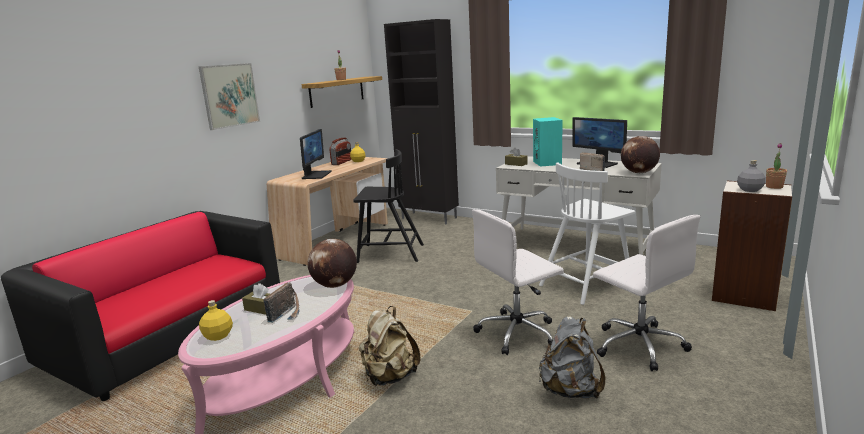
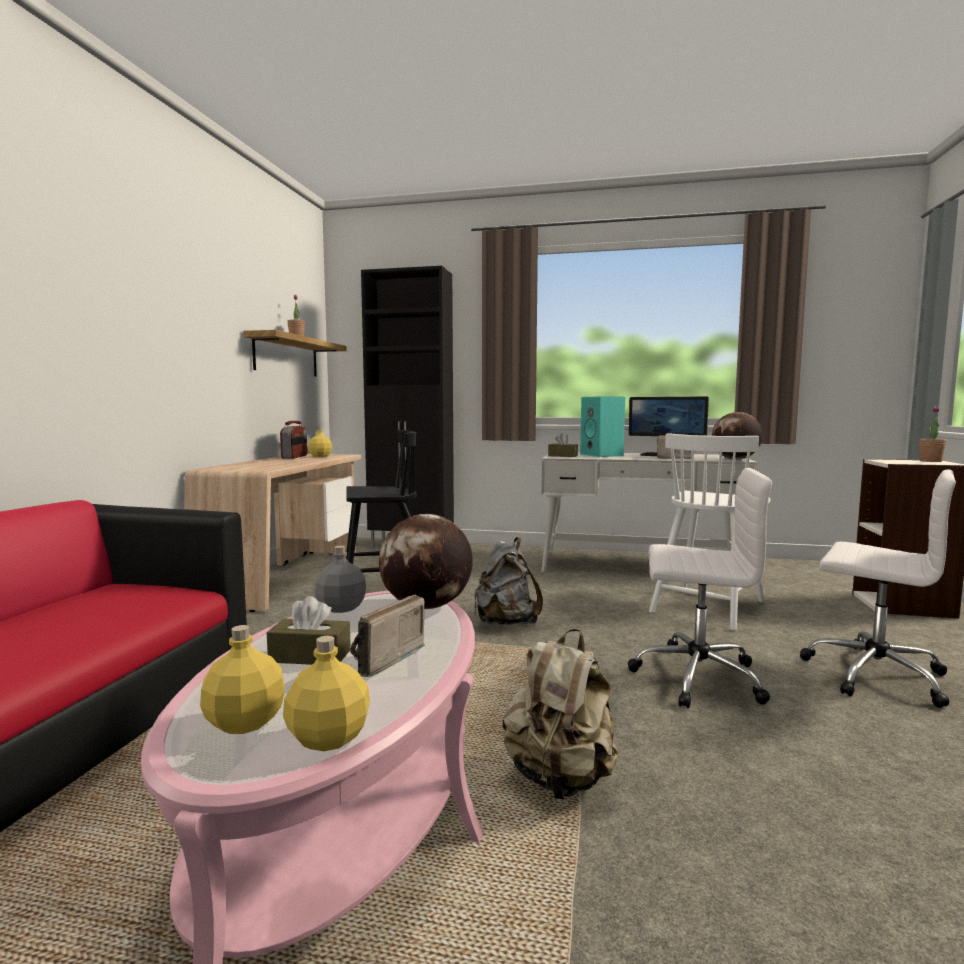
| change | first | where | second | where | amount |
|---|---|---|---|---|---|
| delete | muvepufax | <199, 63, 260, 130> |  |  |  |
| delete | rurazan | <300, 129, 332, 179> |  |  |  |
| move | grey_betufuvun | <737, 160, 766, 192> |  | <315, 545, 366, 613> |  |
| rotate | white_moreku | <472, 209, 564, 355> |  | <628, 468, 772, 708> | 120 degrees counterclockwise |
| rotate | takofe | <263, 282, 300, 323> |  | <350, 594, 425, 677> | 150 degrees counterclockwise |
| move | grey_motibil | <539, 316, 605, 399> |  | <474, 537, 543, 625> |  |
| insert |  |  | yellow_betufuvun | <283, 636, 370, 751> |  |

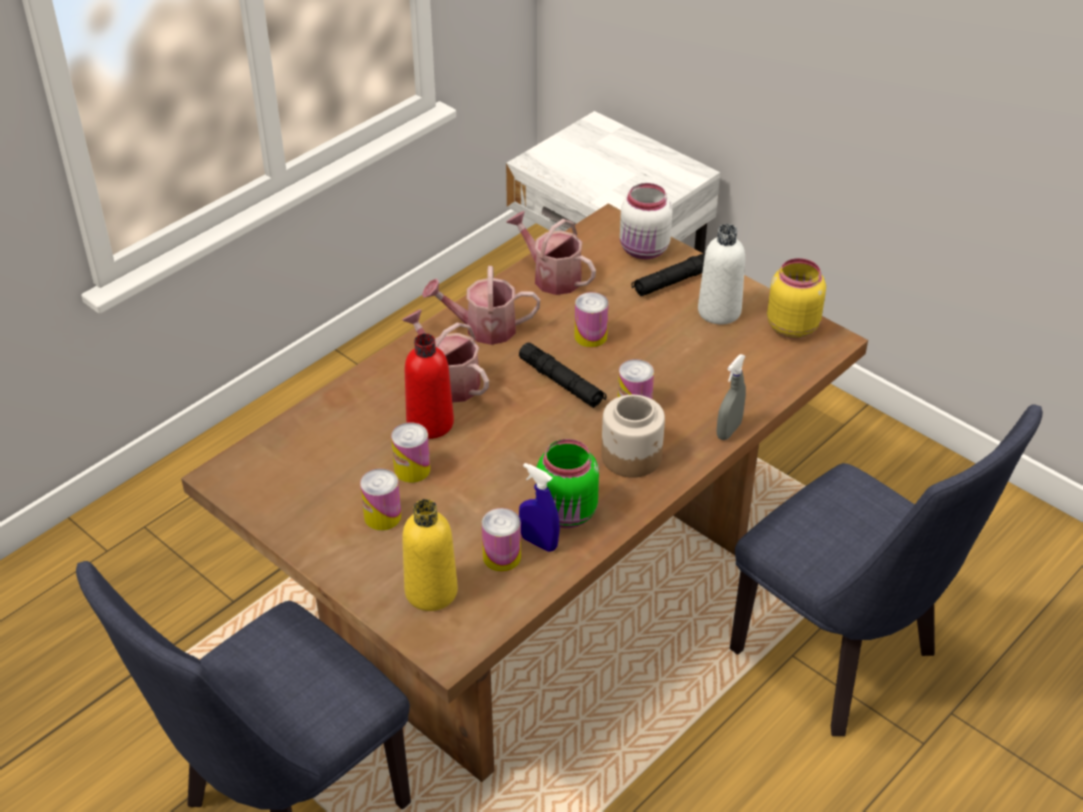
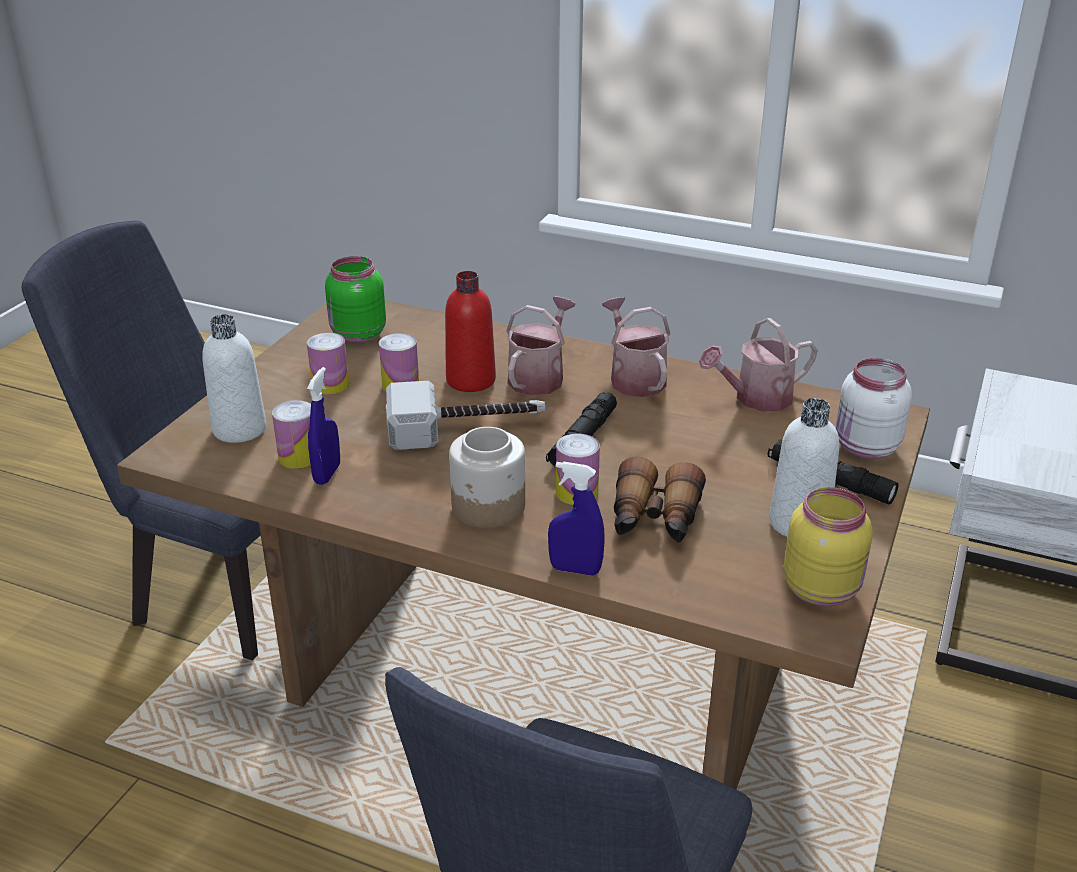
| change | first | where | second | where | amount |
|---|---|---|---|---|---|
| rotate | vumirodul | <506, 211, 596, 295> |  | <699, 318, 818, 412> | 135 degrees counterclockwise |
| delete | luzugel | <575, 292, 609, 348> |  |  |  |
| recolor | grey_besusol | <717, 354, 746, 440> | blue_besusol | <548, 462, 605, 576> |  |
| move | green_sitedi | <536, 439, 599, 528> |  | <325, 256, 386, 343> |  |
| recolor | yellow_betufuvun | <402, 499, 458, 611> | white_betufuvun | <202, 314, 266, 443> |  |
| insert |  |  | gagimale | <386, 381, 545, 449> |  |
| insert |  |  | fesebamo | <614, 457, 706, 542> |  |

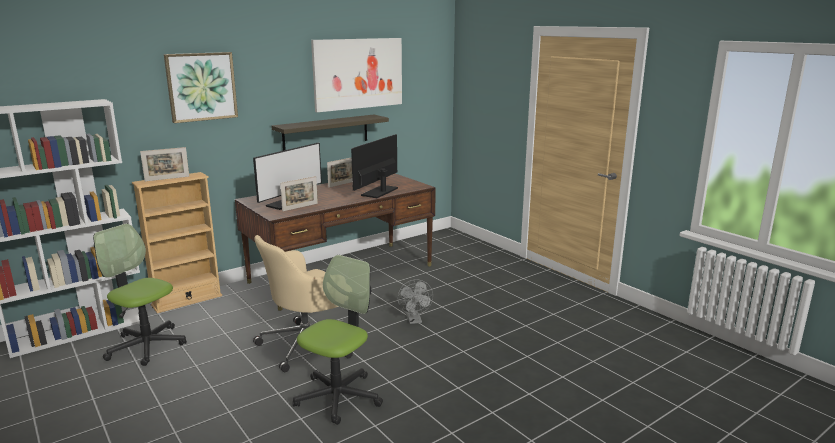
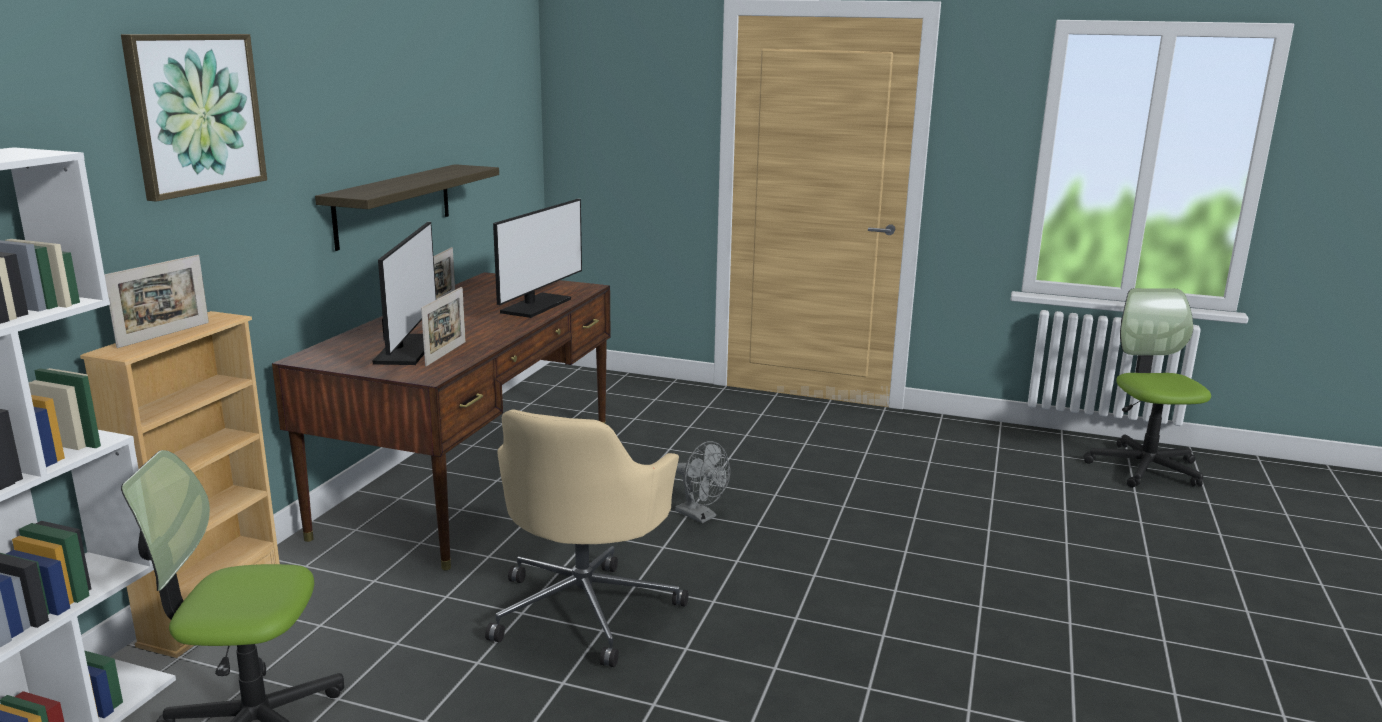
| change | first | where | second | where | amount |
|---|---|---|---|---|---|
| delete | muvepufax | <311, 38, 402, 112> |  |  |  |
| rotate | rurazan | <351, 134, 398, 198> |  | <493, 199, 582, 318> | 150 degrees counterclockwise |
| move | moreku | <293, 255, 383, 425> |  | <1083, 288, 1211, 488> |  |

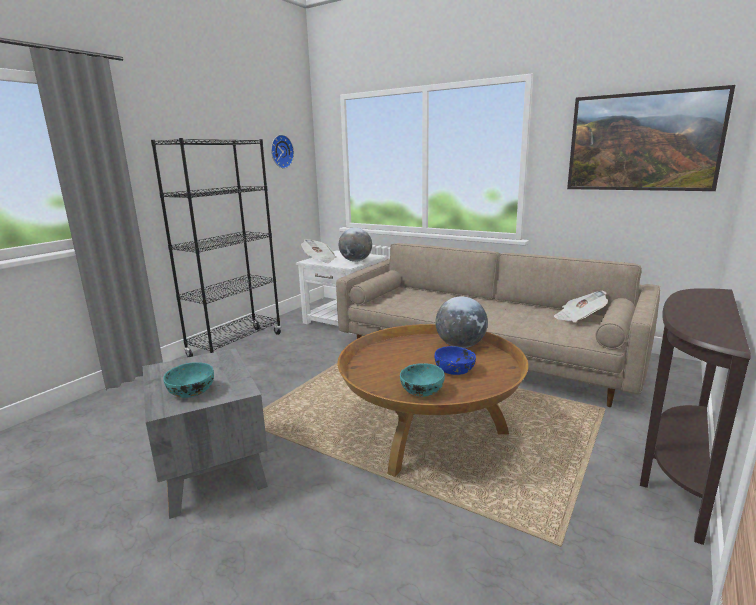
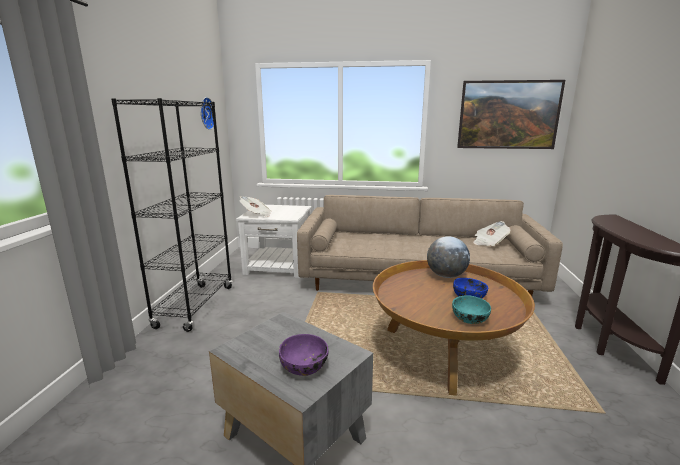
| change | first | where | second | where | amount |
|---|---|---|---|---|---|
| delete | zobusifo | <339, 228, 372, 262> |  |  |  |
| recolor | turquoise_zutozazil | <163, 362, 214, 398> | purple_zutozazil | <279, 334, 328, 376> |  |

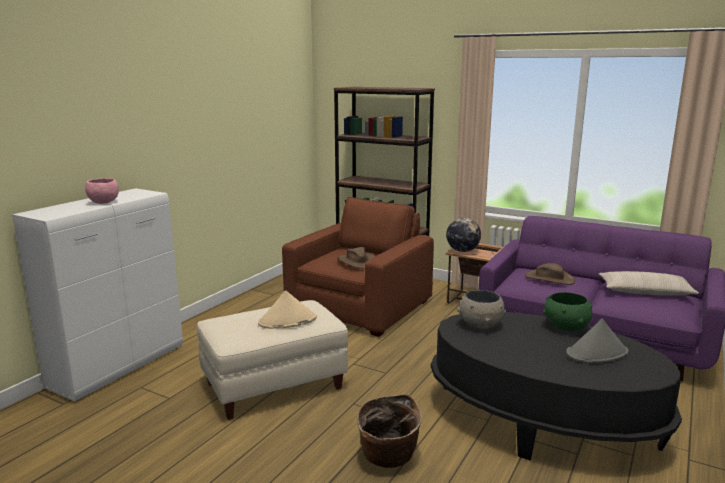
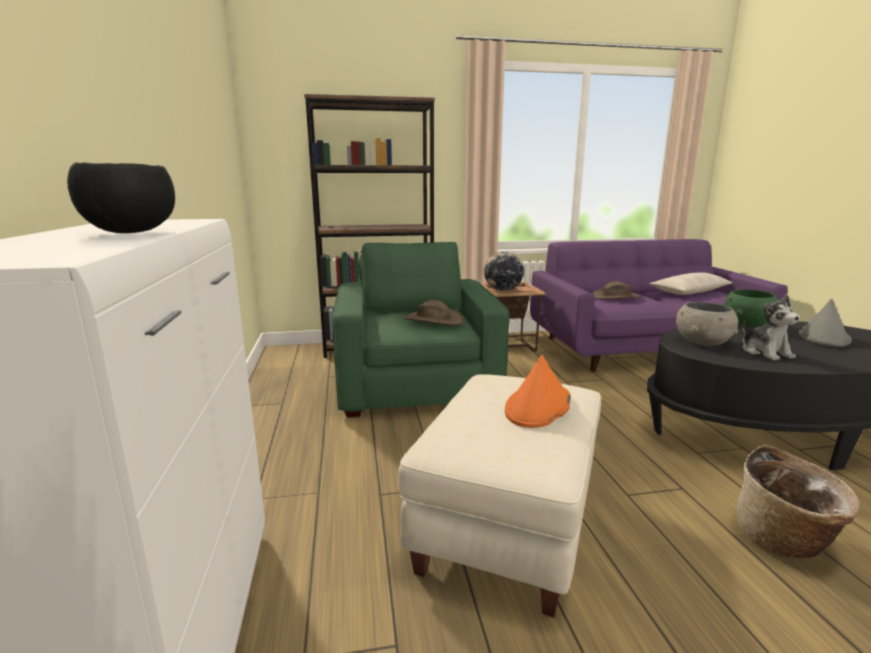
| change | first | where | second | where | amount |
|---|---|---|---|---|---|
| recolor | pink_zutozazil | <85, 178, 119, 204> | black_zutozazil | <67, 163, 175, 233> |  |
| recolor | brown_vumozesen | <282, 197, 434, 337> | green_vumozesen | <332, 242, 509, 417> |  |
| recolor | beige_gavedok | <258, 290, 317, 329> | orange_gavedok | <505, 355, 571, 428> |  |
| insert |  |  | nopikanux | <743, 294, 800, 360> |  |

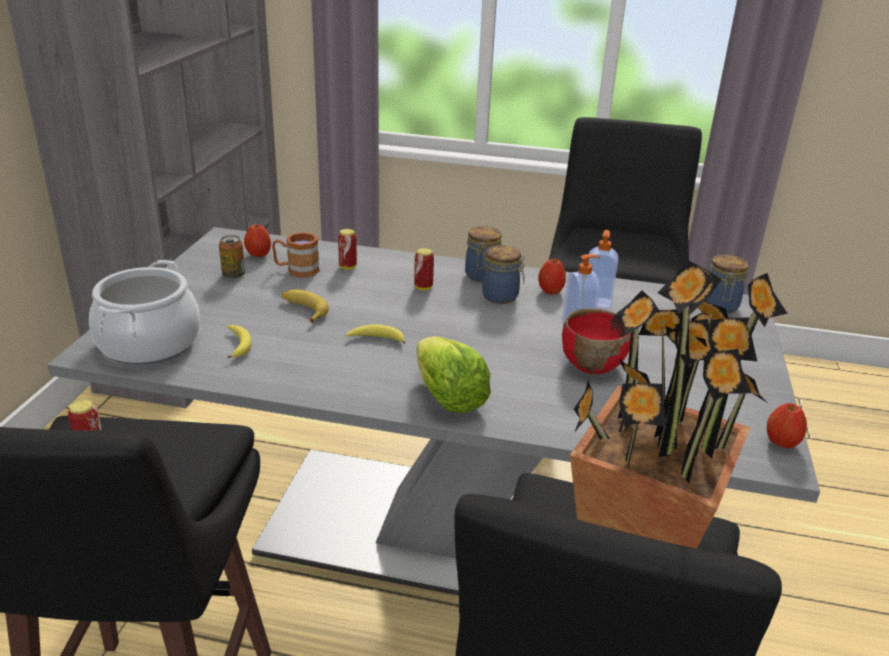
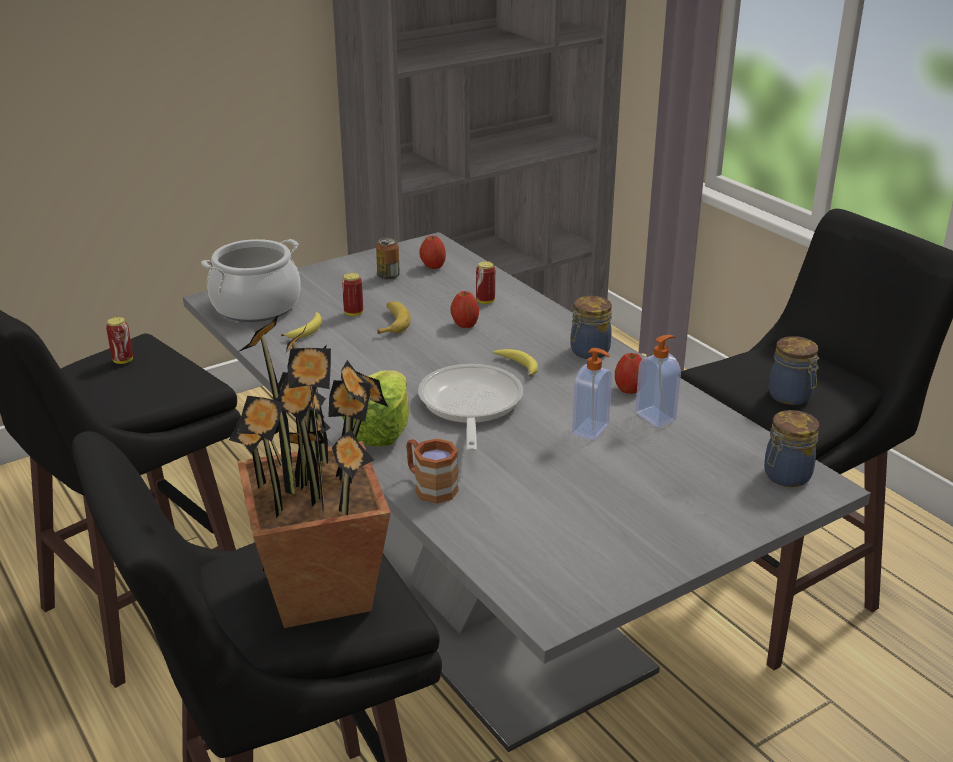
| change | first | where | second | where | amount |
|---|---|---|---|---|---|
| move | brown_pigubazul | <272, 232, 320, 278> |  | <406, 438, 459, 504> |  |
| move | sitedi | <482, 245, 526, 304> |  | <769, 336, 820, 405> |  |
| move | luzugel | <414, 248, 434, 290> |  | <342, 273, 363, 316> |  |
| delete | red_zutozazil | <562, 308, 632, 374> |  |  |  |
| move | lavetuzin | <346, 325, 405, 344> |  | <493, 349, 538, 377> |  |
| move | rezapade | <767, 403, 807, 448> |  | <450, 291, 479, 328> |  |
| insert |  |  | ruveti | <418, 364, 523, 452> |  |

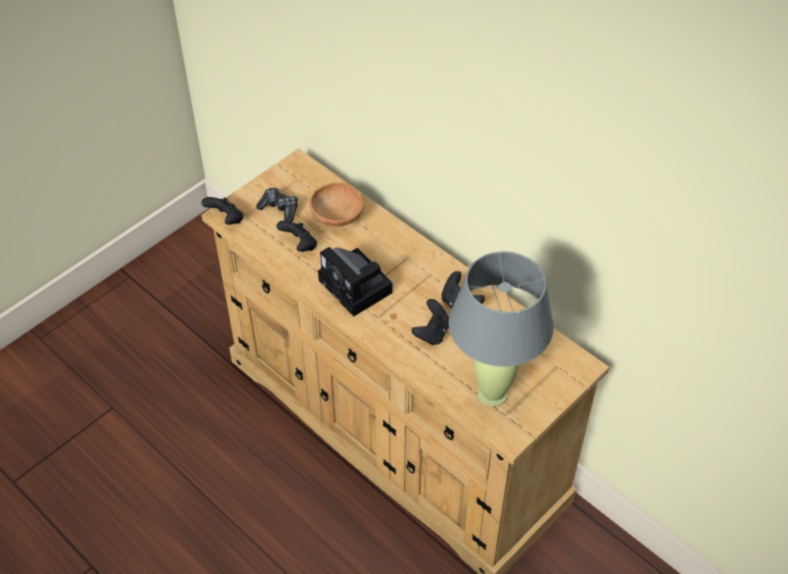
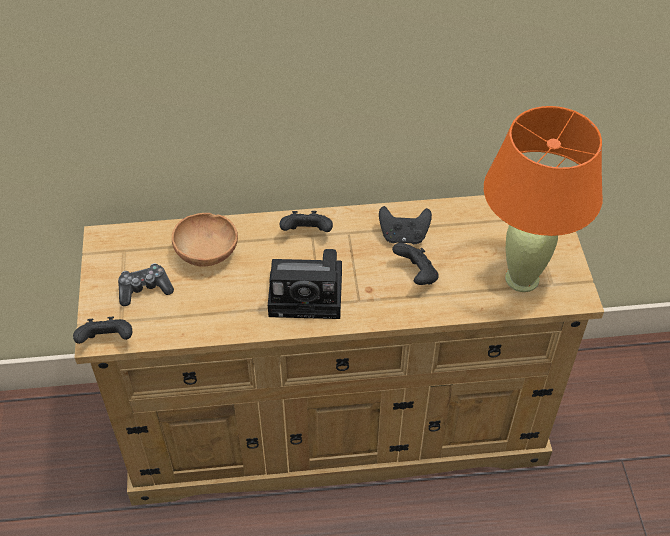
| change | first | where | second | where | amount |
|---|---|---|---|---|---|
| move | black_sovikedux | <276, 221, 317, 252> |  | <280, 211, 333, 232> |  |
| recolor | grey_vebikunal | <448, 251, 554, 407> | orange_vebikunal | <484, 106, 603, 292> |  |

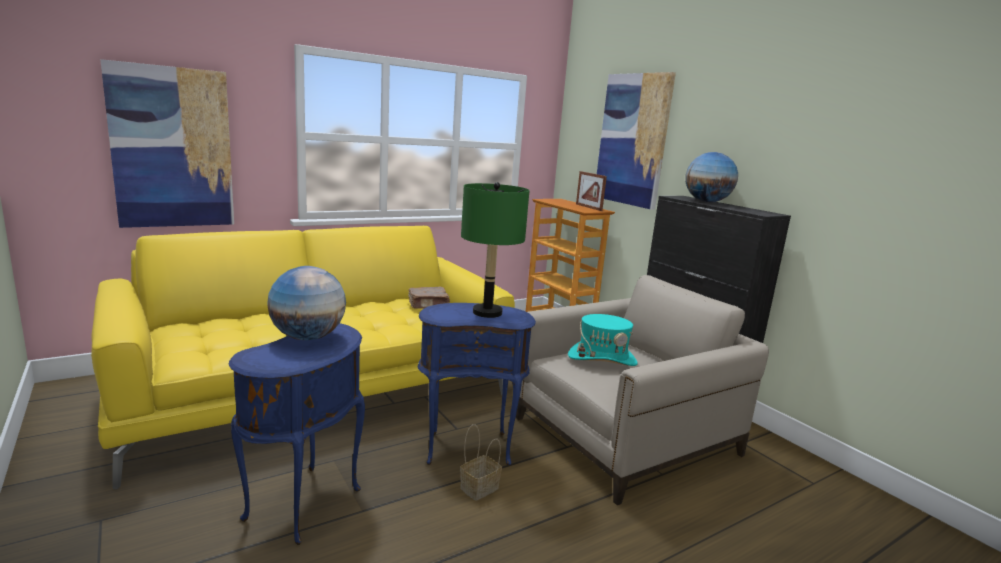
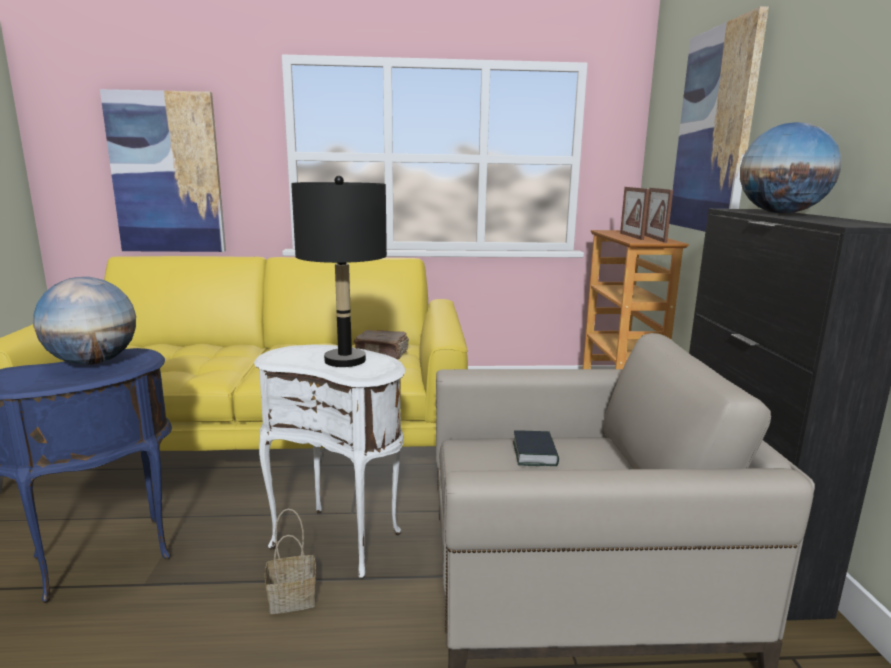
| change | first | where | second | where | amount |
|---|---|---|---|---|---|
| recolor | green_vebikunal | <461, 182, 530, 318> | black_vebikunal | <291, 176, 387, 367> |  |
| recolor | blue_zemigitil | <418, 303, 536, 465> | white_zemigitil | <254, 345, 405, 579> |  |
| replace | turquoise_gavedok | <568, 314, 638, 366> | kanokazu | <513, 430, 559, 466> |  |
| insert |  |  | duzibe | <620, 187, 649, 240> |  |

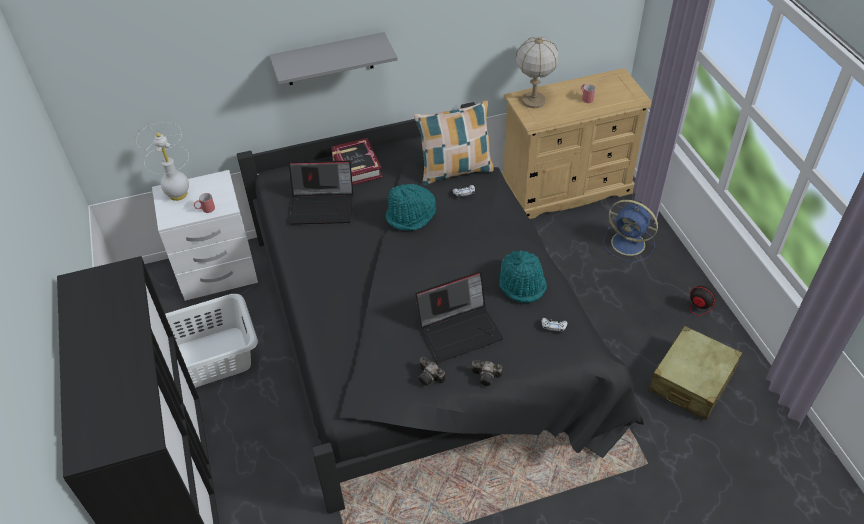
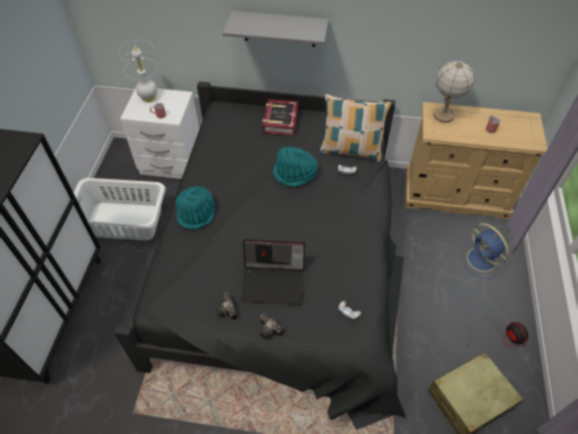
| change | first | where | second | where | amount |
|---|---|---|---|---|---|
| delete | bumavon | <288, 160, 353, 224> |  |  |  |
| move | turquoise_gavedok | <499, 250, 547, 303> |  | <175, 186, 216, 230> |  |

